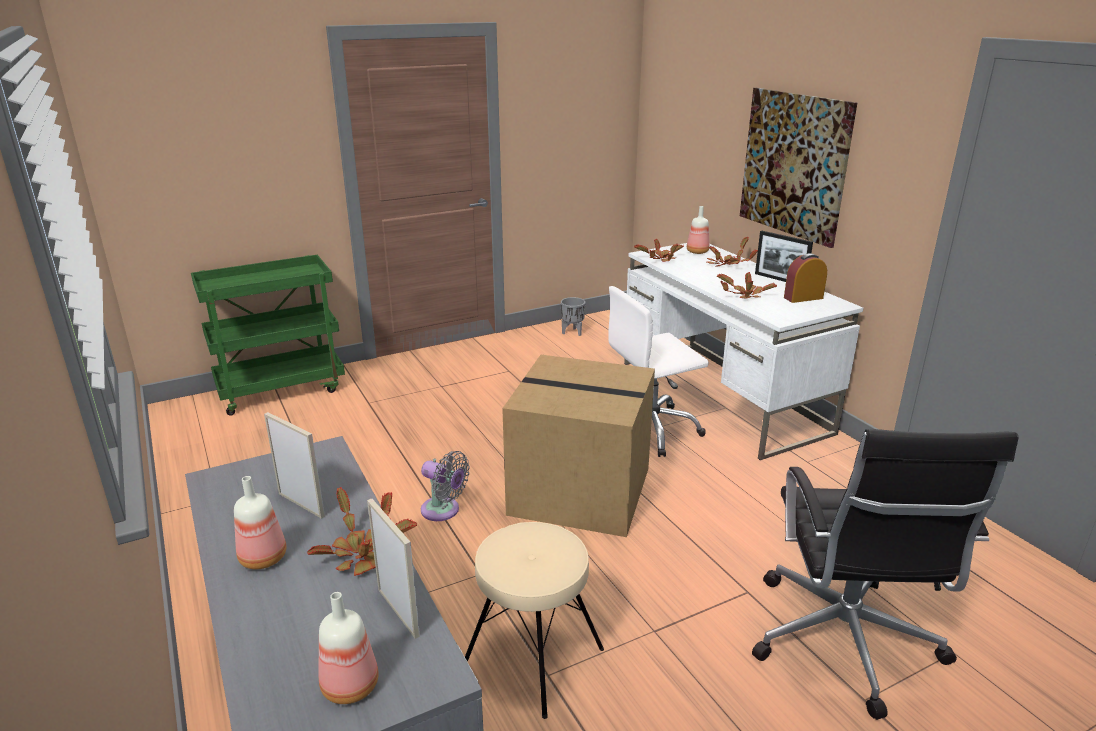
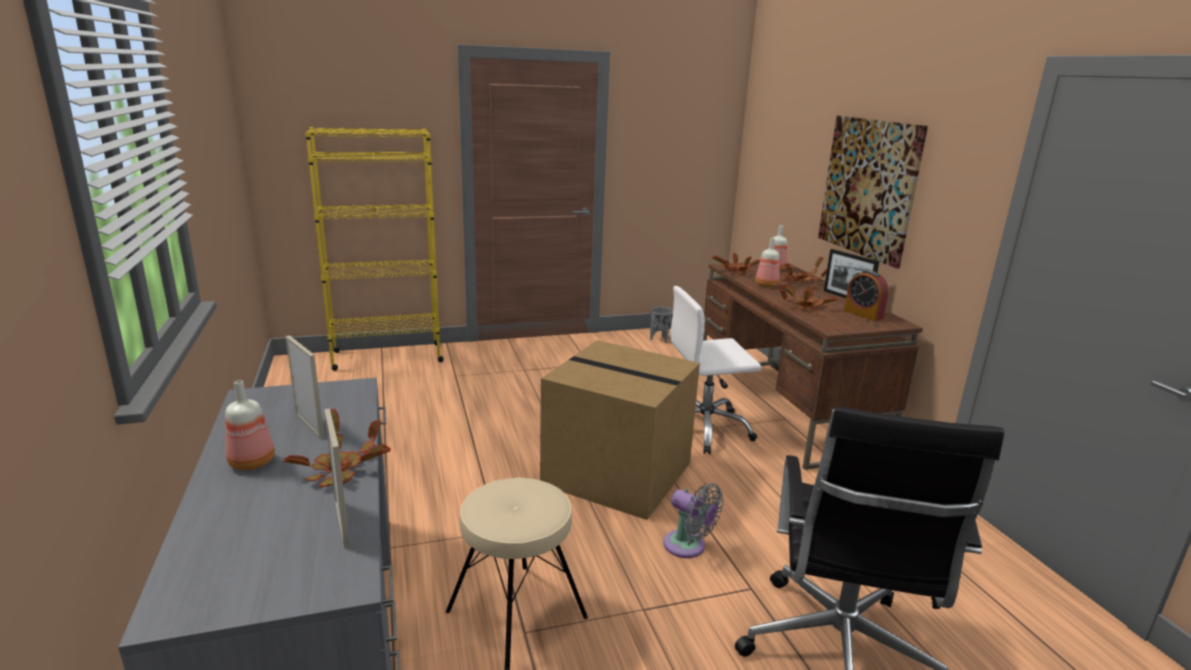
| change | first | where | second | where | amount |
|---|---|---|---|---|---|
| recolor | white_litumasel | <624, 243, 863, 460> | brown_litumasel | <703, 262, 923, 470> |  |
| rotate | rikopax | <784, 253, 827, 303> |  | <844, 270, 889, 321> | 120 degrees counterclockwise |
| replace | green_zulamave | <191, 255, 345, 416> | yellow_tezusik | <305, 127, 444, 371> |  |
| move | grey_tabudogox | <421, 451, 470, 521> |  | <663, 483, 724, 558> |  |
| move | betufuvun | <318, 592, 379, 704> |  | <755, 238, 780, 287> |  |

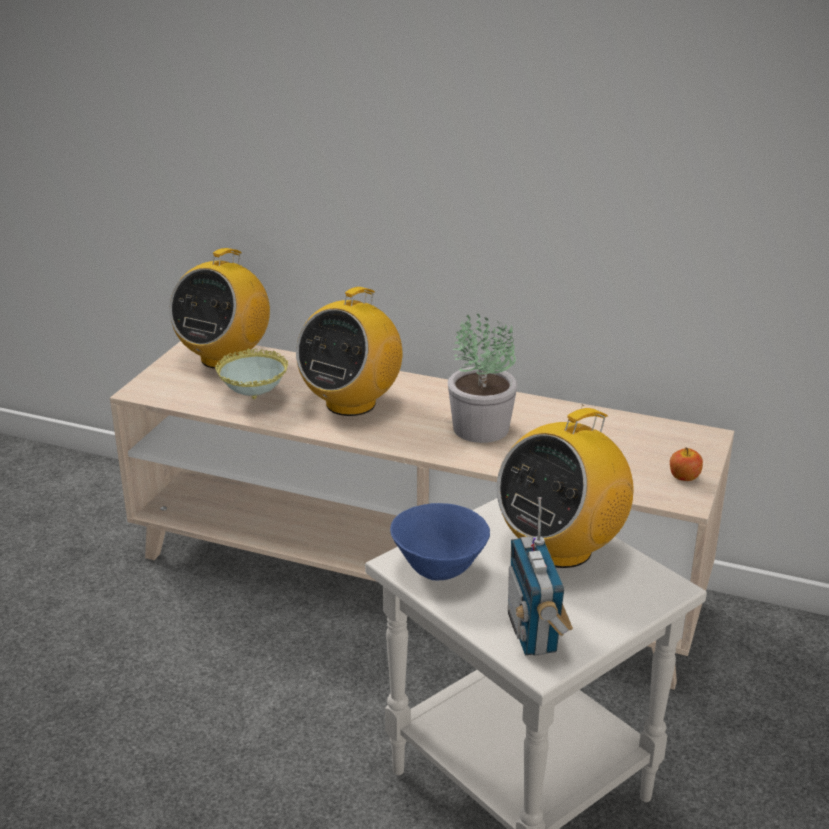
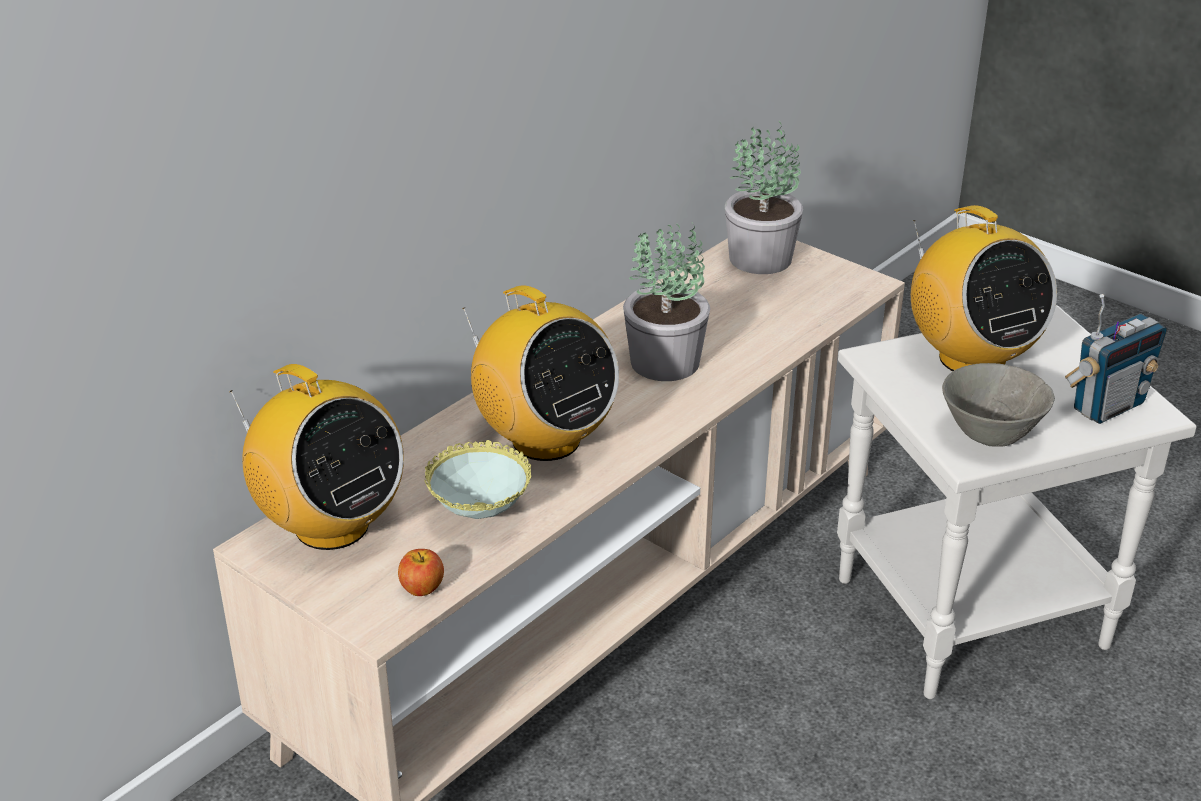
| change | first | where | second | where | amount |
|---|---|---|---|---|---|
| move | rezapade | <670, 447, 703, 481> |  | <398, 549, 444, 596> |  |
| rotate | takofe | <508, 497, 573, 656> |  | <1065, 294, 1167, 424> | 45 degrees counterclockwise |
| recolor | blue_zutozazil | <390, 503, 490, 581> | grey_zutozazil | <942, 363, 1055, 447> |  |
| insert |  |  | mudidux | <725, 121, 803, 274> |  |

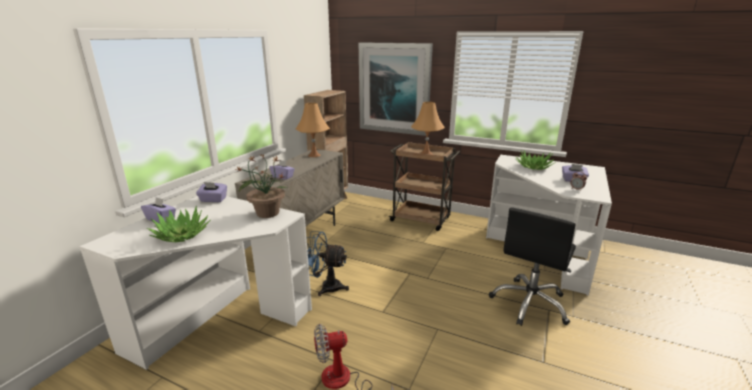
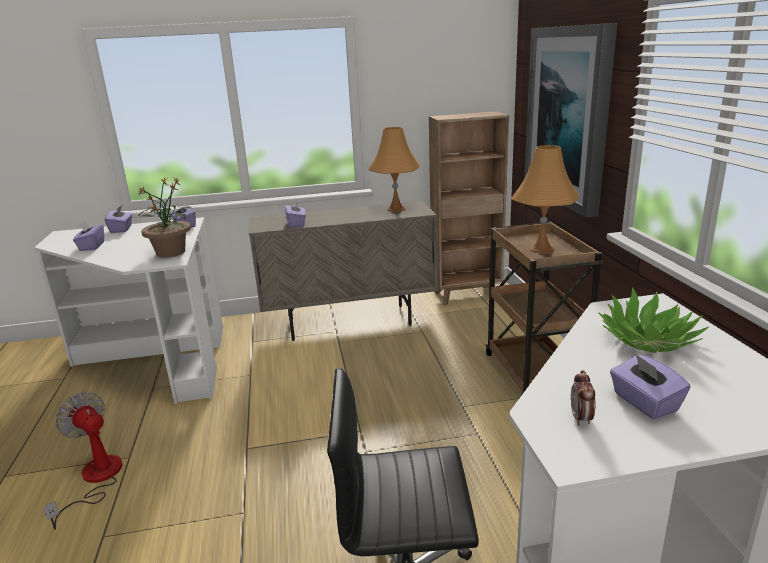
| change | first | where | second | where | amount |
|---|---|---|---|---|---|
| replace | mudidux | <147, 206, 210, 242> | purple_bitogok | <73, 220, 104, 251> |  |
| delete | blue_tabudogox | <306, 231, 349, 296> |  |  |  |

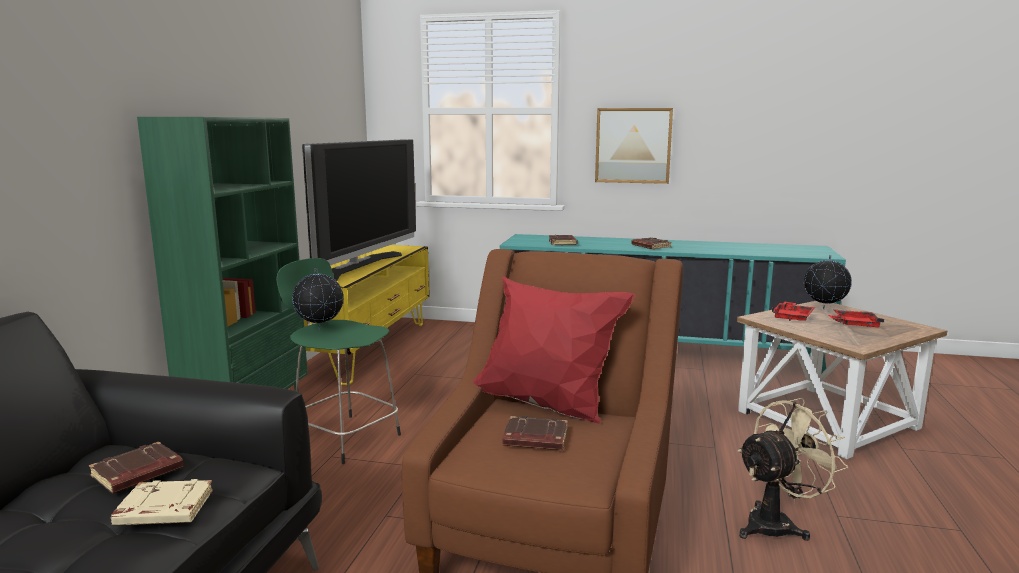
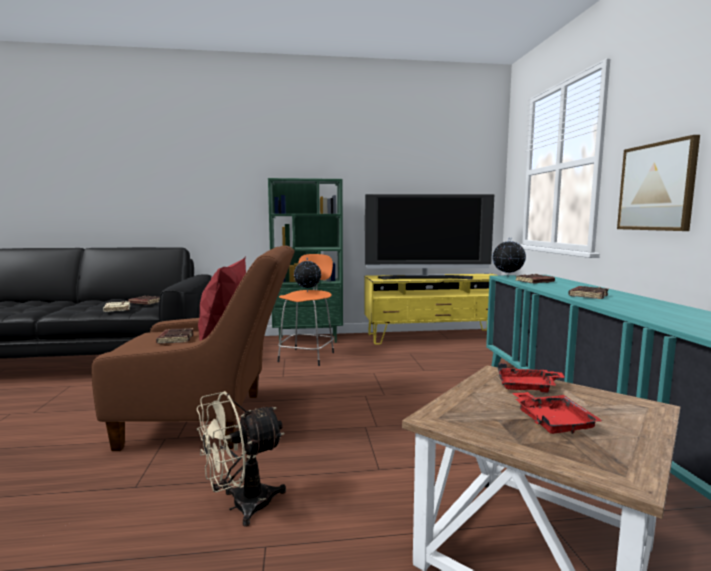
| change | first | where | second | where | amount |
|---|---|---|---|---|---|
| move | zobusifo | <804, 255, 852, 309> |  | <493, 237, 526, 276> |  |
| recolor | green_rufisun | <276, 258, 401, 464> | orange_rufisun | <278, 254, 334, 366> |  |
| rotate | beige_tabudogox | <738, 398, 848, 541> |  | <197, 391, 286, 527> | 105 degrees clockwise |

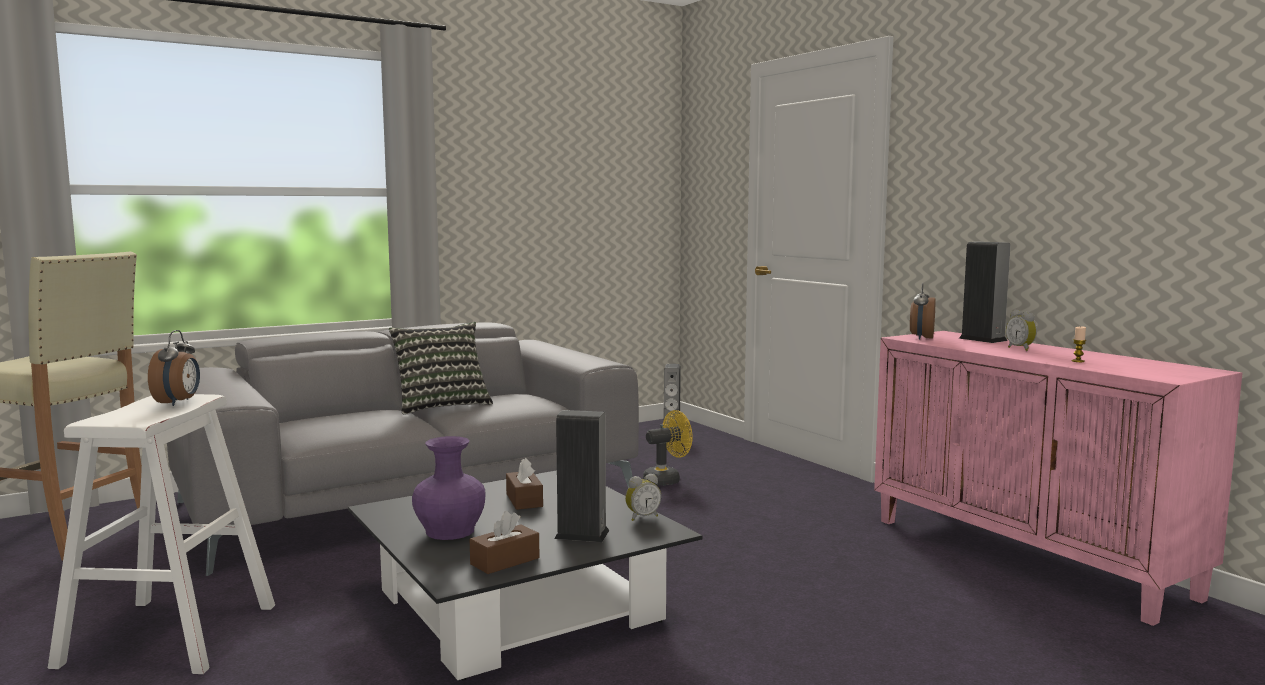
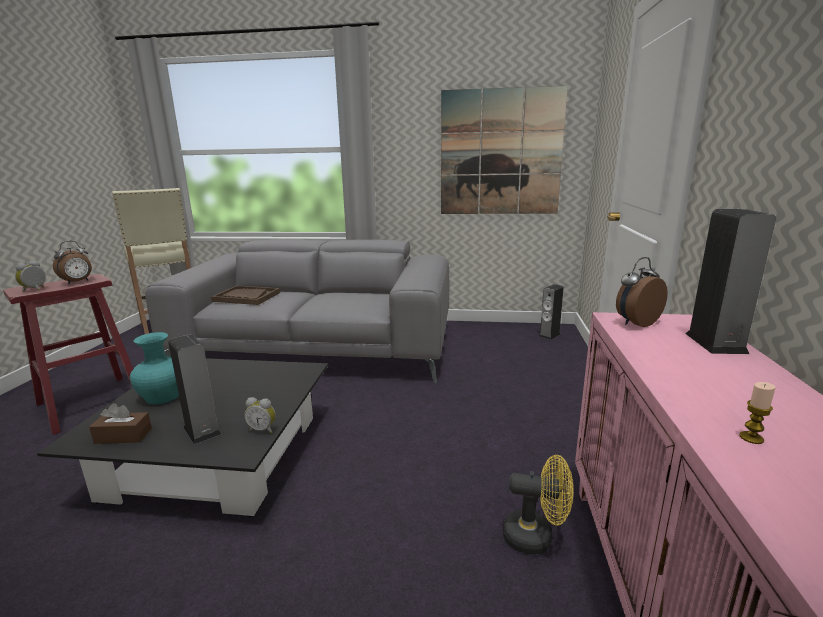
| change | first | where | second | where | amount |
|---|---|---|---|---|---|
| move | rikopax | <1006, 310, 1037, 351> |  | <15, 260, 46, 292> |  |
| delete | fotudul | <389, 322, 493, 414> |  |  |  |
| recolor | white_rufisun | <48, 394, 275, 674> | red_rufisun | <3, 274, 133, 435> |  |
| move | yellow_tabudogox | <643, 410, 693, 486> |  | <503, 455, 574, 554> |  |
| recolor | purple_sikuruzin | <412, 436, 486, 540> | turquoise_sikuruzin | <130, 332, 179, 405> |  |
| delete | brown_bitogok | <506, 458, 543, 510> |  |  |  |
| insert |  |  | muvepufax | <441, 86, 568, 214> |  |
| insert |  |  | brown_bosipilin | <211, 286, 280, 305> |  |

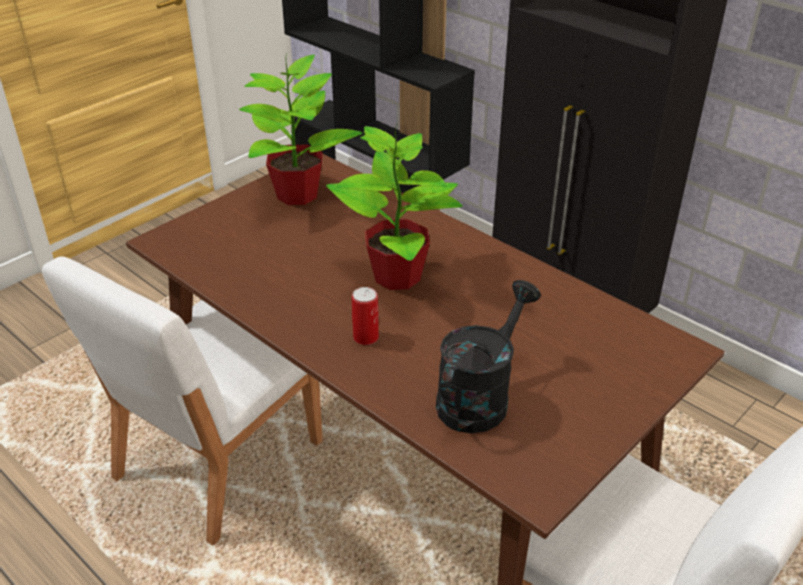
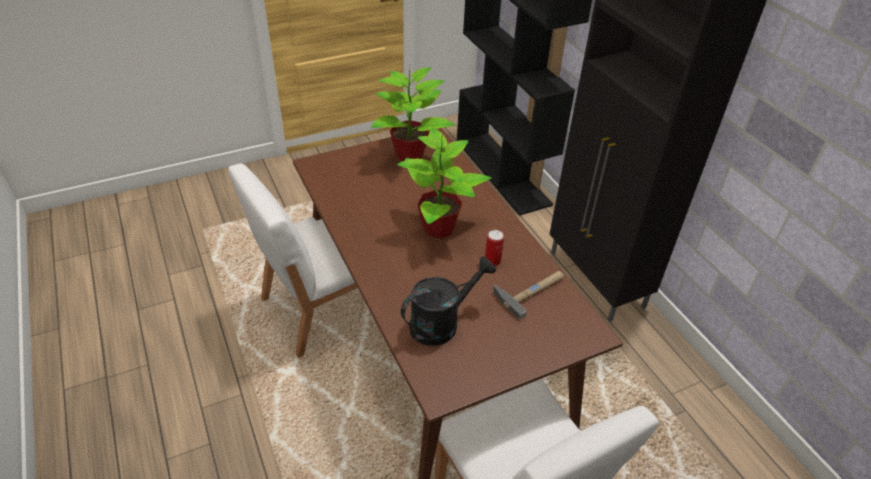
| change | first | where | second | where | amount |
|---|---|---|---|---|---|
| move | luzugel | <352, 287, 379, 345> |  | <485, 230, 504, 266> |  |
| insert |  |  | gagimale | <493, 271, 564, 319> |  |

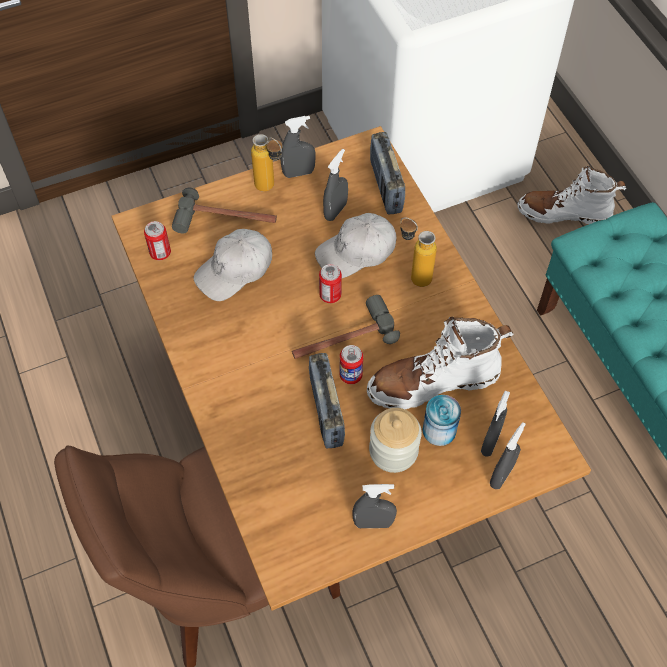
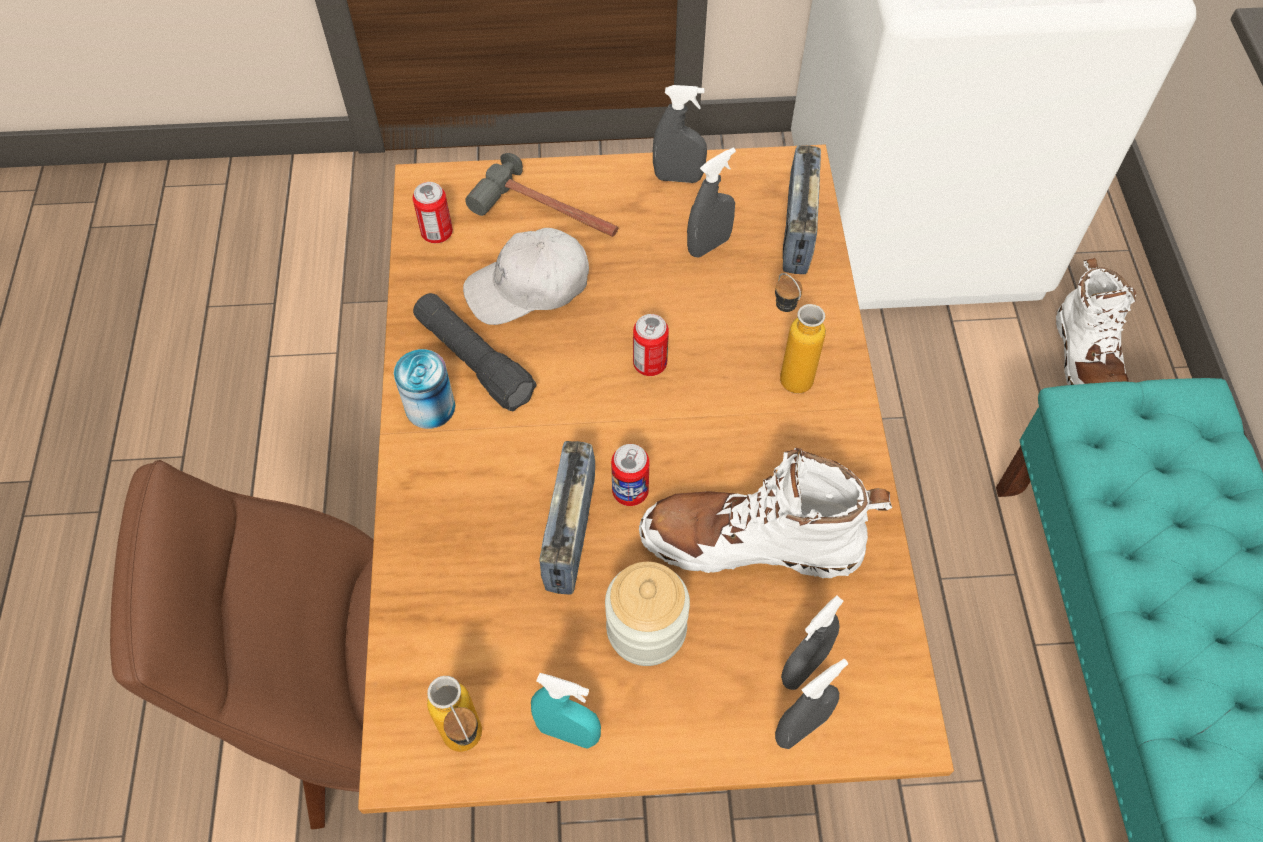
| change | first | where | second | where | amount |
|---|---|---|---|---|---|
| move | betufuvun | <251, 134, 283, 192> |  | <427, 676, 482, 752> |  |
| rotate | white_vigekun | <518, 166, 626, 224> |  | <1056, 258, 1137, 385> | 120 degrees counterclockwise |
| delete | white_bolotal | <315, 213, 396, 278> |  |  |  |
| delete | gagimale | <292, 295, 400, 359> |  |  |  |
| move | luzugel | <423, 395, 461, 446> |  | <394, 349, 455, 429> |  |
| recolor | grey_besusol | <352, 484, 397, 528> | turquoise_besusol | <531, 673, 601, 749> |  |
| insert |  |  | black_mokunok | <413, 293, 537, 411> |  |

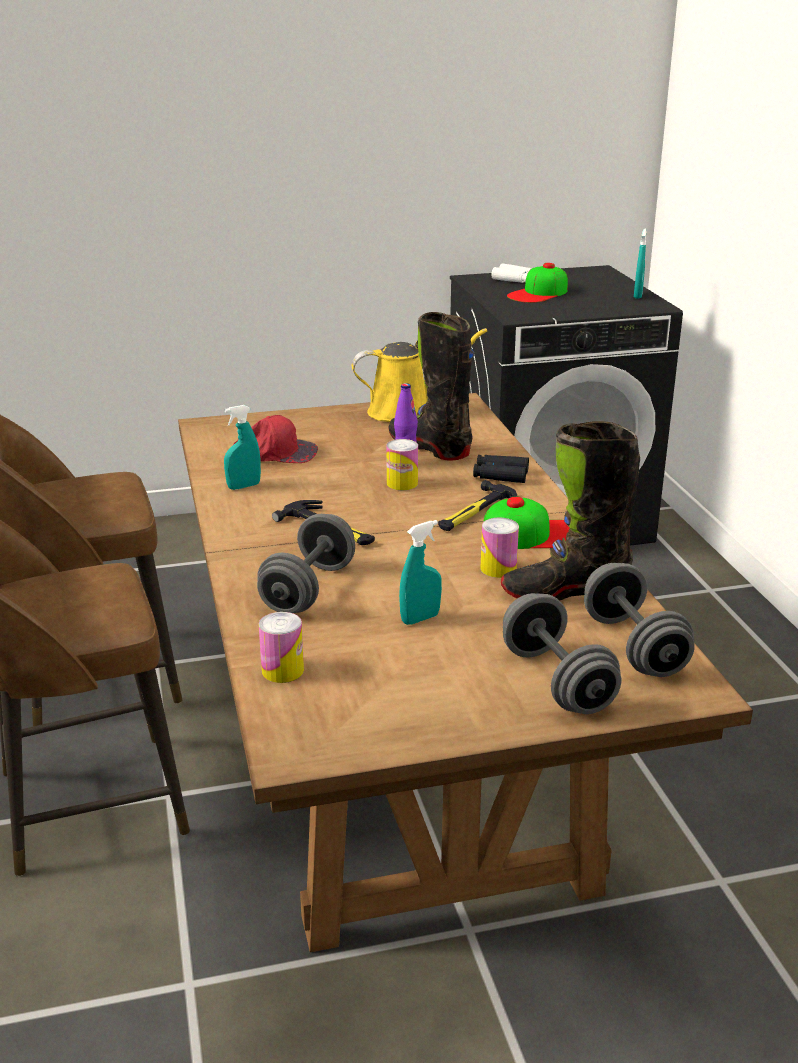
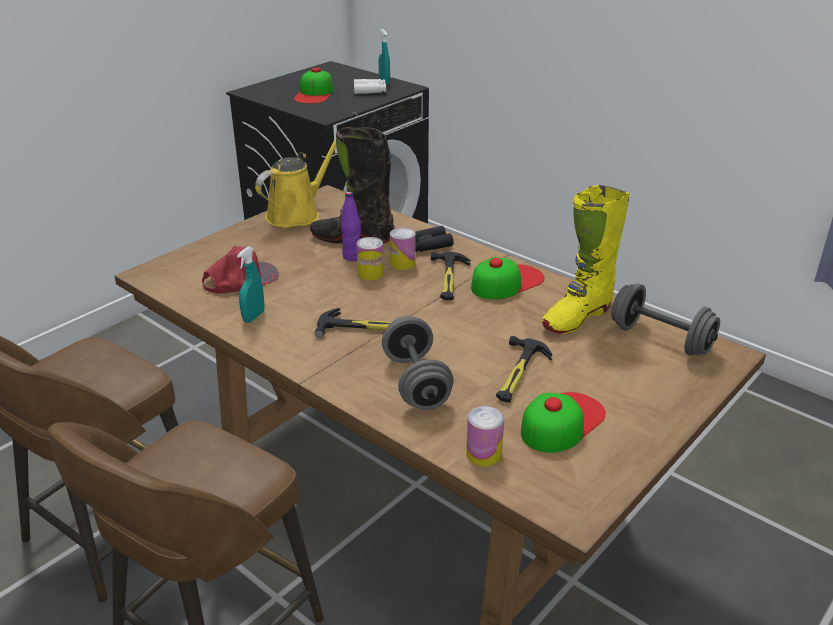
| change | first | where | second | where | amount |
|---|---|---|---|---|---|
| move | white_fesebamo | <491, 263, 532, 283> |  | <354, 79, 386, 94> |  |
| recolor | black_vigekun | <501, 421, 640, 601> | yellow_vigekun | <541, 185, 629, 334> |  |
| move | luzugel | <480, 518, 519, 578> |  | <390, 228, 416, 270> |  |
| replace | turquoise_besusol | <399, 520, 442, 625> | gagimale | <496, 336, 552, 403> |  |
| delete | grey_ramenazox | <503, 593, 621, 714> |  |  |  |
| insert |  |  | bolotal | <521, 392, 606, 453> |  |

